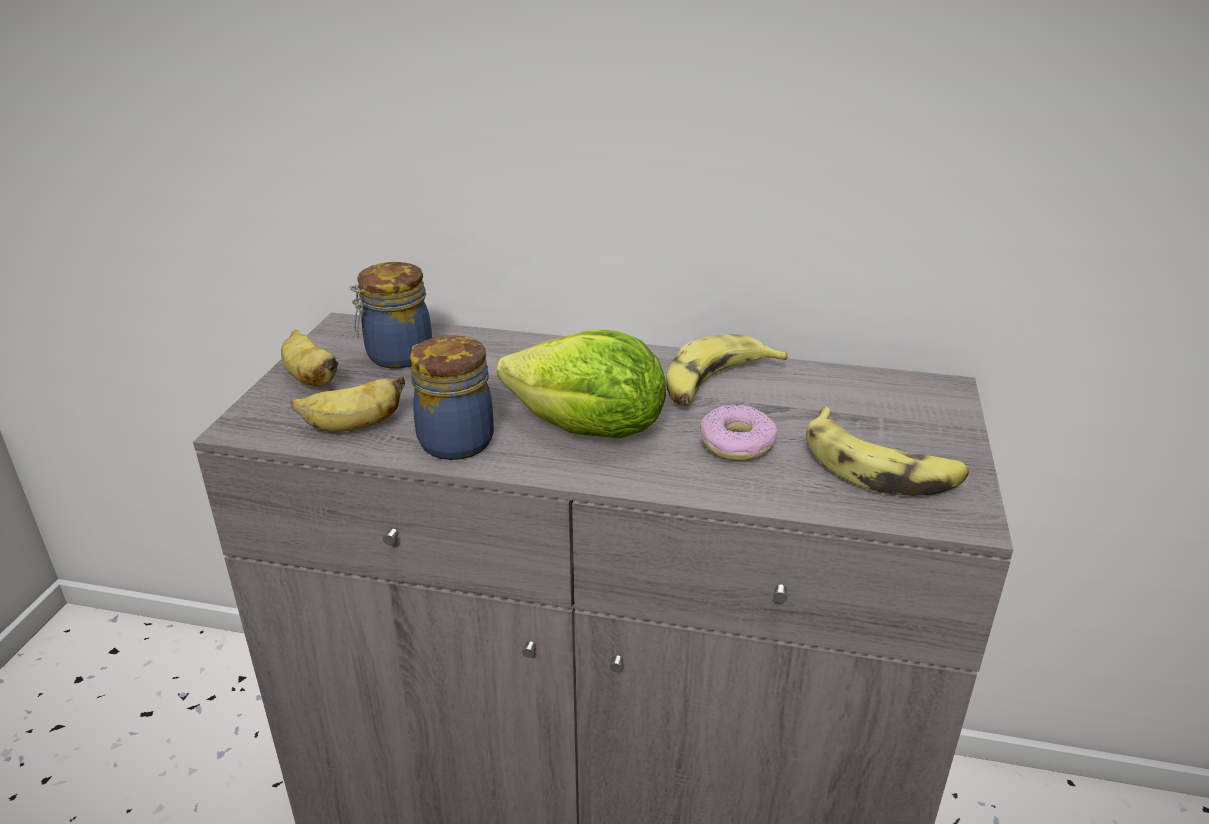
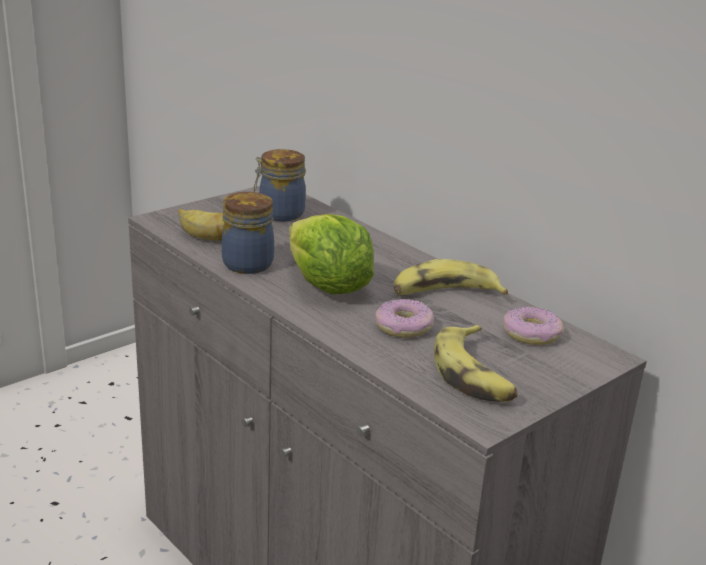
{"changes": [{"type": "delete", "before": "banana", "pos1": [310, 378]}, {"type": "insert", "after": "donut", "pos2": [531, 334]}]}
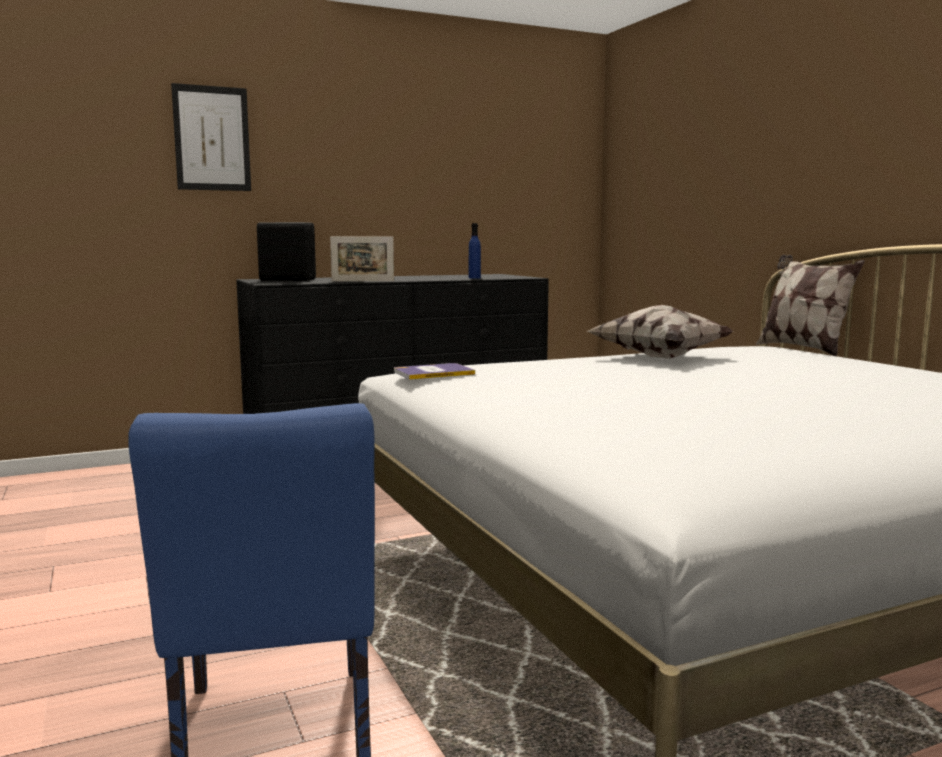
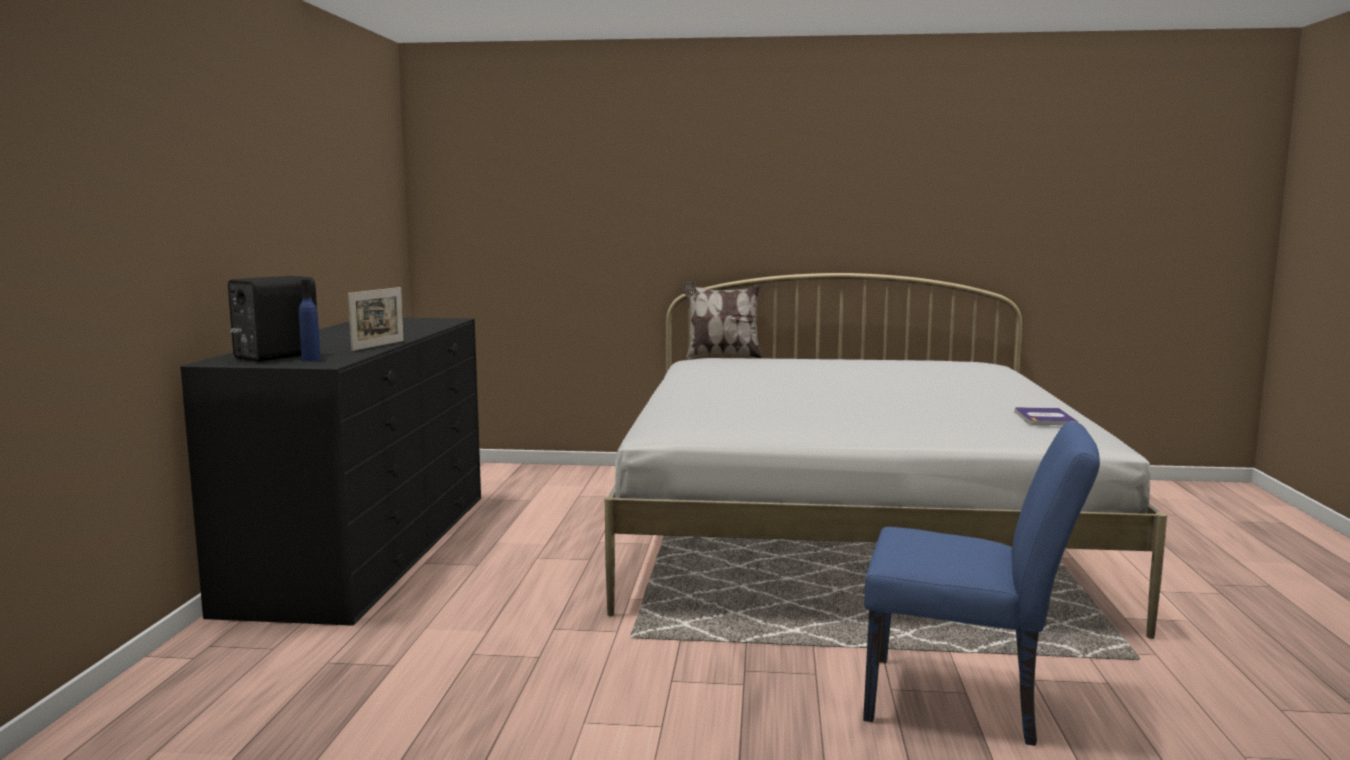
{"changes": [{"type": "delete", "before": "picture", "pos1": [212, 138]}, {"type": "delete", "before": "pillow", "pos1": [659, 356]}, {"type": "move", "before": "book", "pos1": [433, 373], "pos2": [1044, 418]}, {"type": "move", "before": "blue_bottle", "pos1": [474, 278], "pos2": [311, 359]}]}
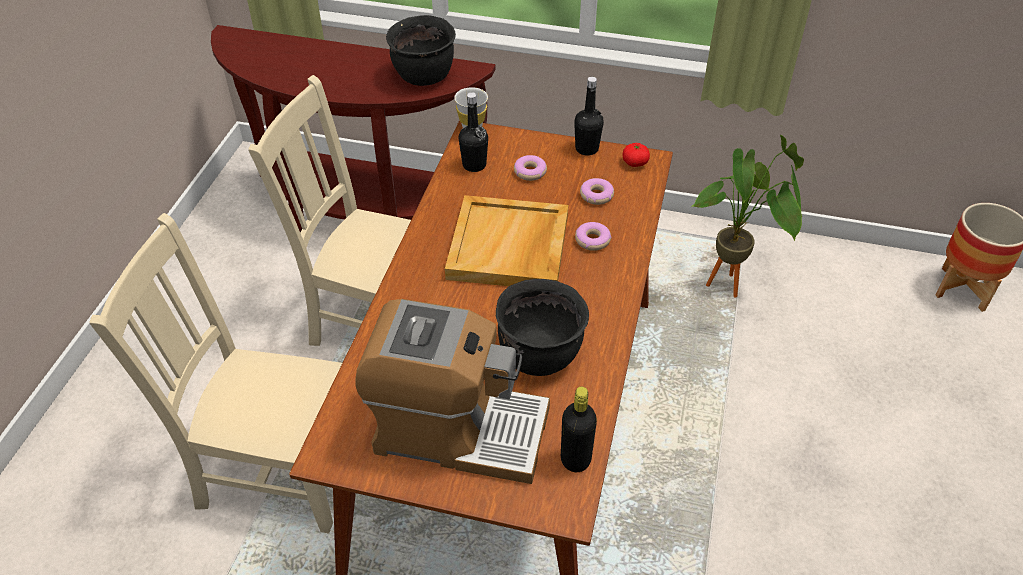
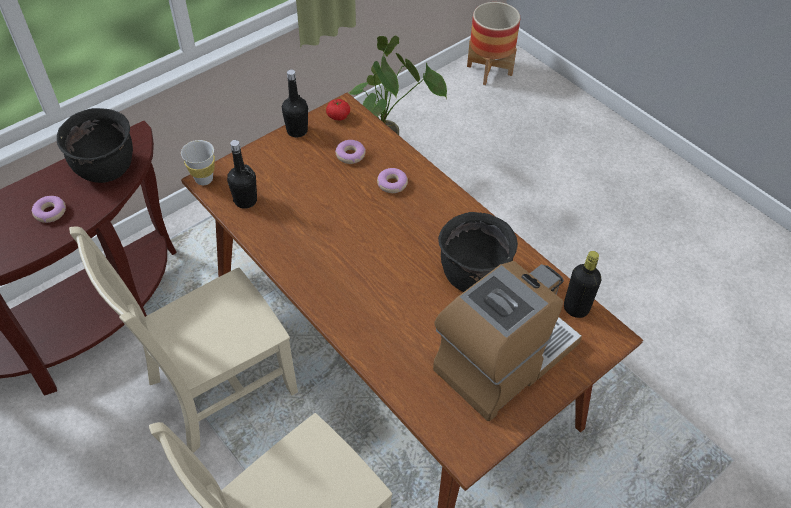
{"changes": [{"type": "delete", "before": "beige_tray", "pos1": [509, 247]}, {"type": "move", "before": "donut", "pos1": [530, 172], "pos2": [50, 212]}]}
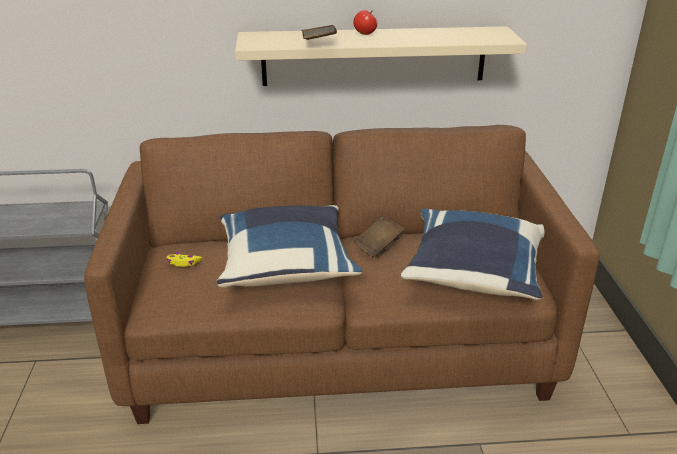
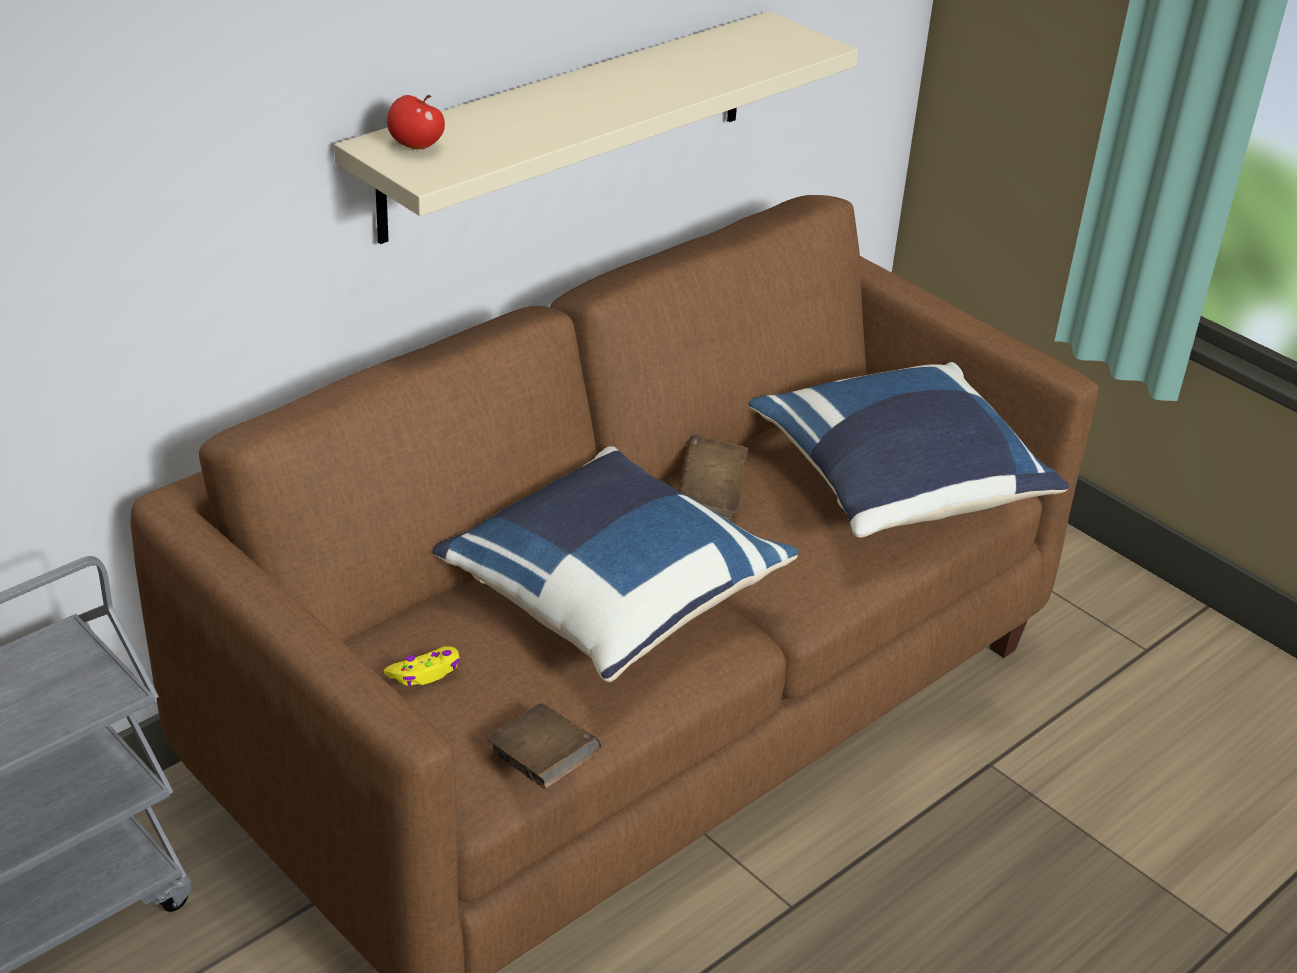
{"changes": [{"type": "move", "before": "brown_book", "pos1": [319, 45], "pos2": [542, 764]}, {"type": "move", "before": "apple", "pos1": [365, 34], "pos2": [415, 146]}]}
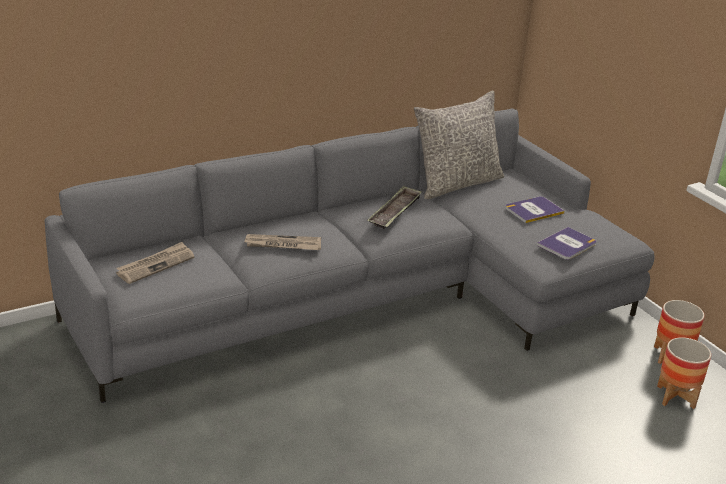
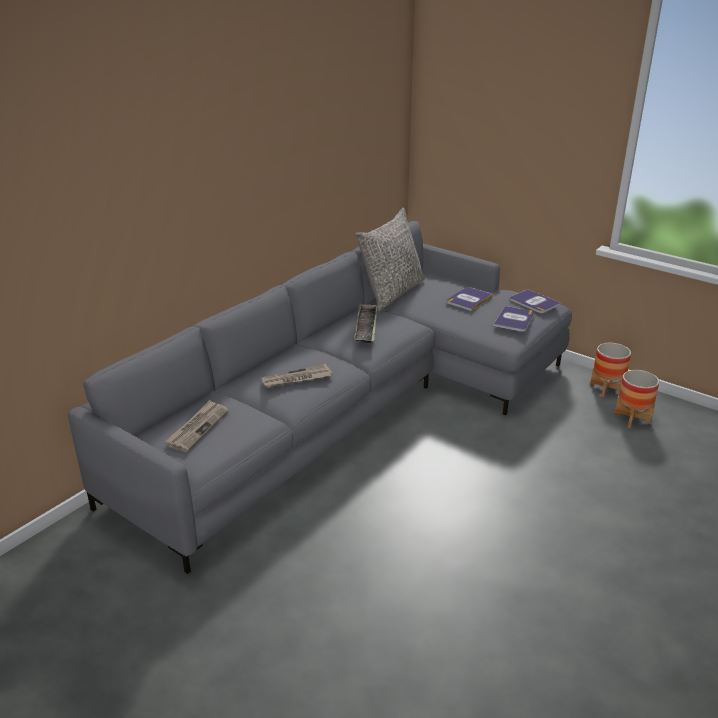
{"changes": [{"type": "insert", "after": "book", "pos2": [534, 302]}]}
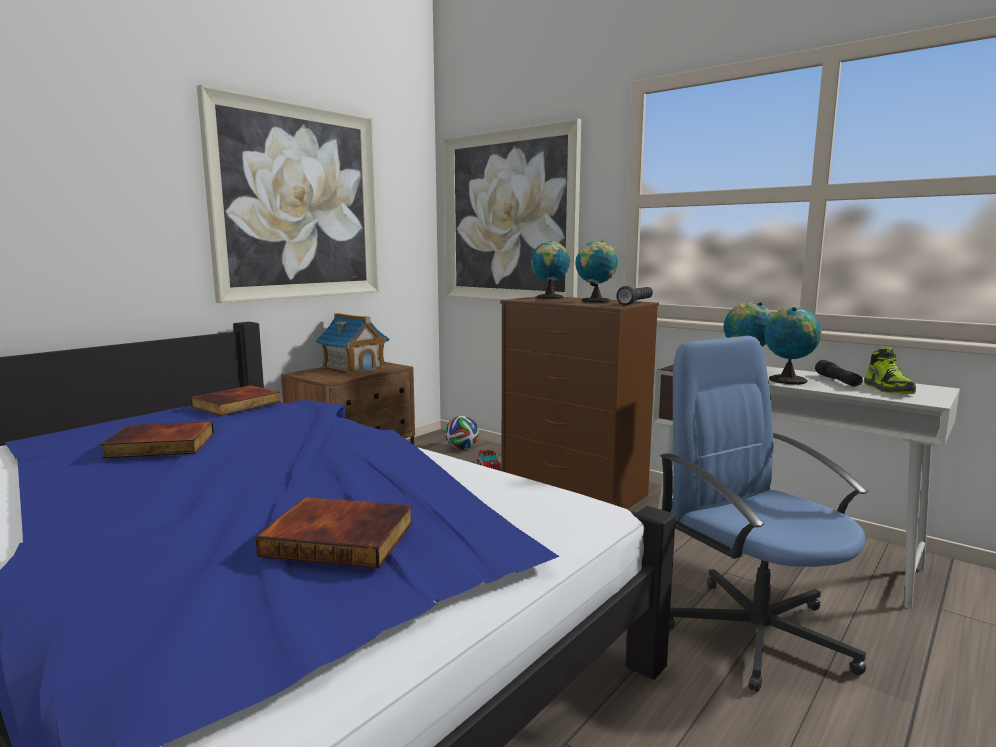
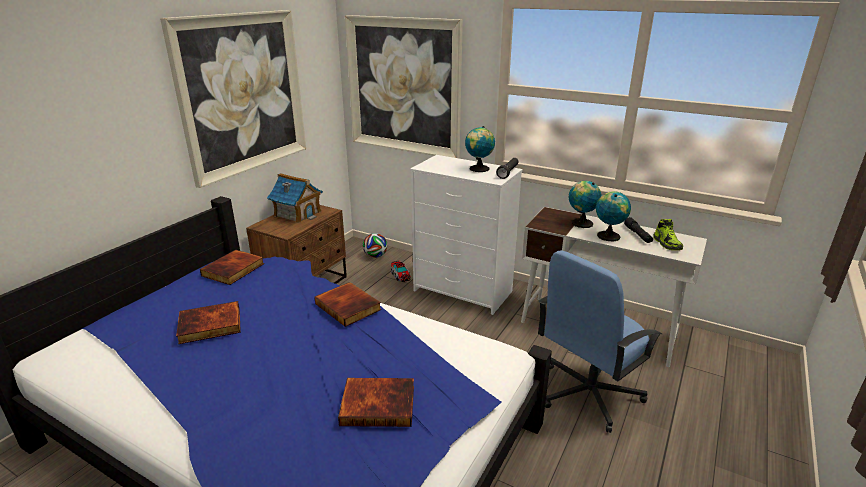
{"changes": [{"type": "delete", "before": "globe", "pos1": [550, 297]}, {"type": "insert", "after": "book", "pos2": [349, 306]}, {"type": "recolor", "before": "brown_dresser", "after": "white_dresser", "pos1": [574, 490], "pos2": [463, 291]}, {"type": "rotate", "before": "blue_office_chair", "pos1": [756, 631], "pos2": [588, 393], "turn": -90}]}
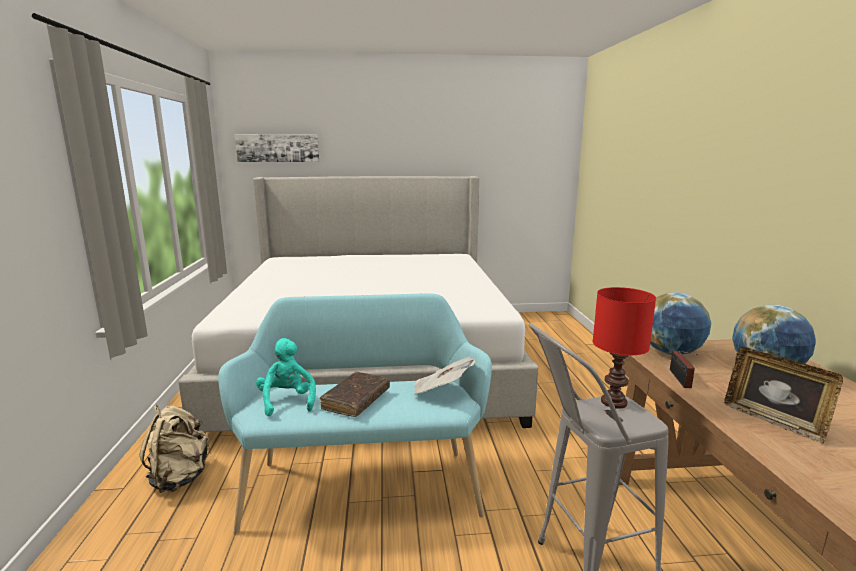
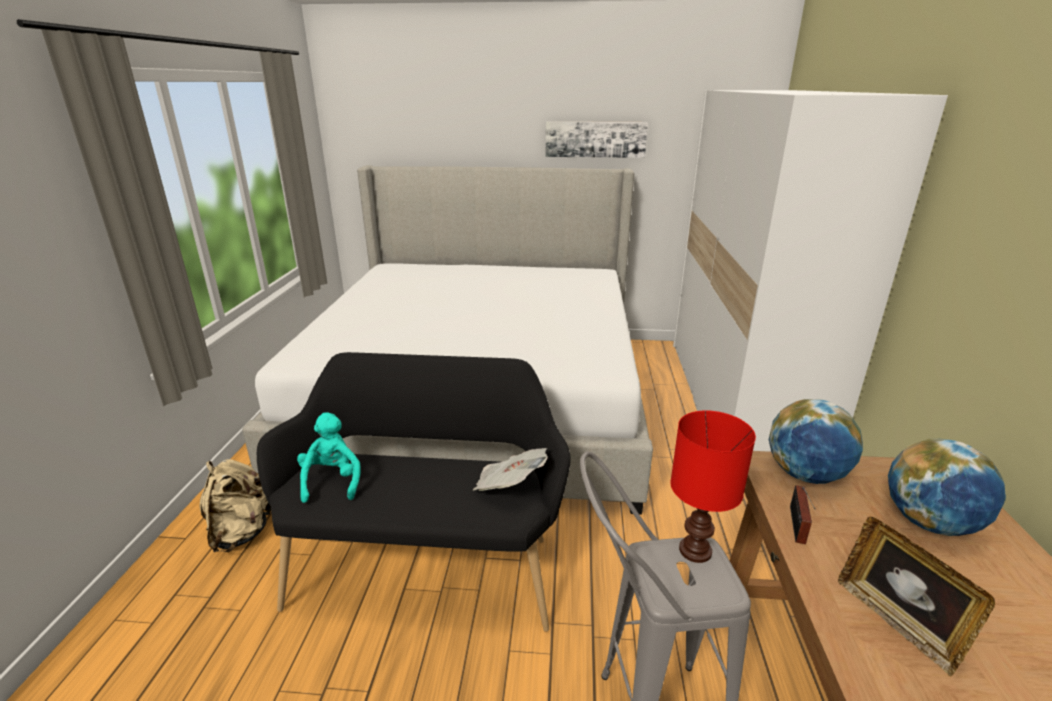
{"changes": [{"type": "delete", "before": "brown_book", "pos1": [356, 400]}, {"type": "insert", "after": "white_wardrobe", "pos2": [735, 405]}, {"type": "move", "before": "picture", "pos1": [278, 148], "pos2": [595, 139]}, {"type": "recolor", "before": "turquoise_bench", "after": "black_bench", "pos1": [364, 482], "pos2": [428, 564]}]}
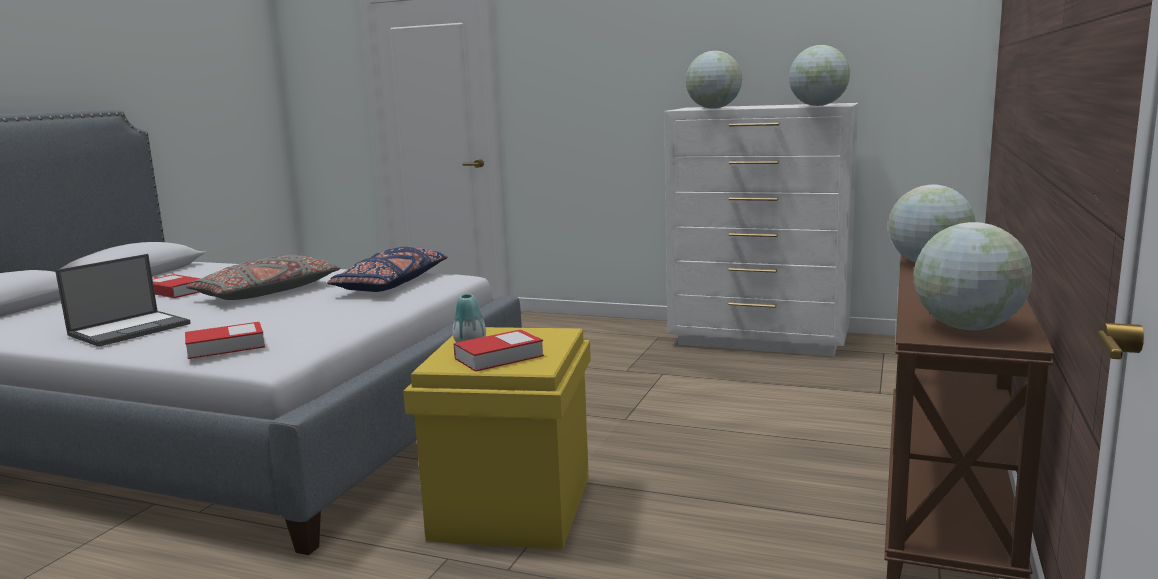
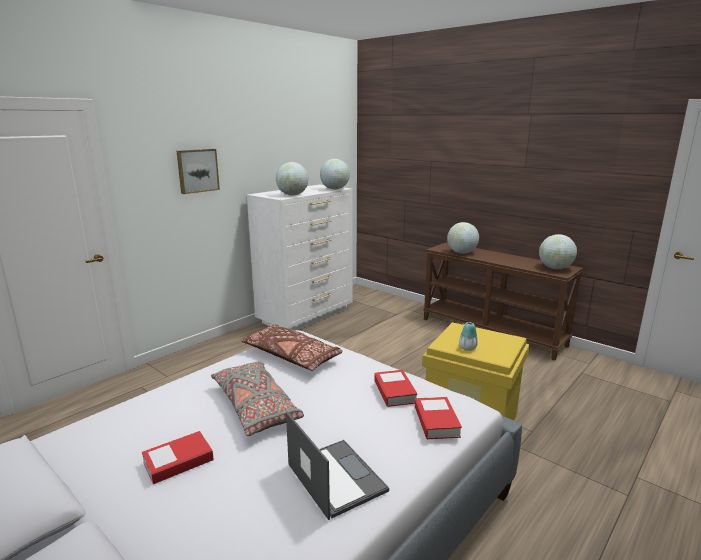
{"changes": [{"type": "insert", "after": "picture", "pos2": [197, 170]}, {"type": "move", "before": "book", "pos1": [499, 357], "pos2": [394, 392]}, {"type": "recolor", "before": "blue_pillow", "after": "brown_pillow", "pos1": [391, 284], "pos2": [292, 357]}]}
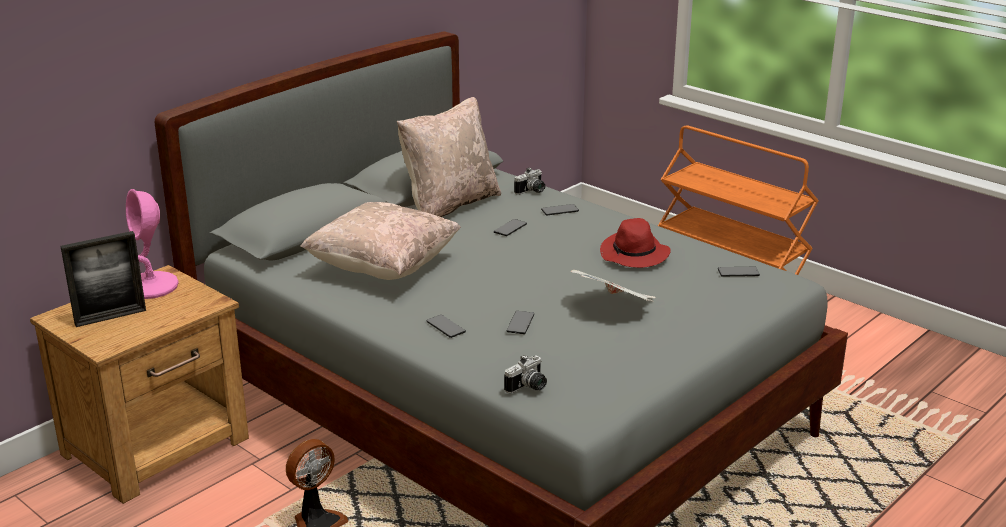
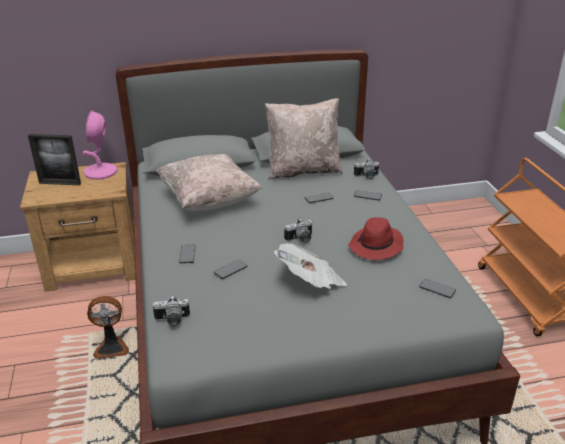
{"changes": [{"type": "insert", "after": "photo_camera", "pos2": [300, 239]}]}
